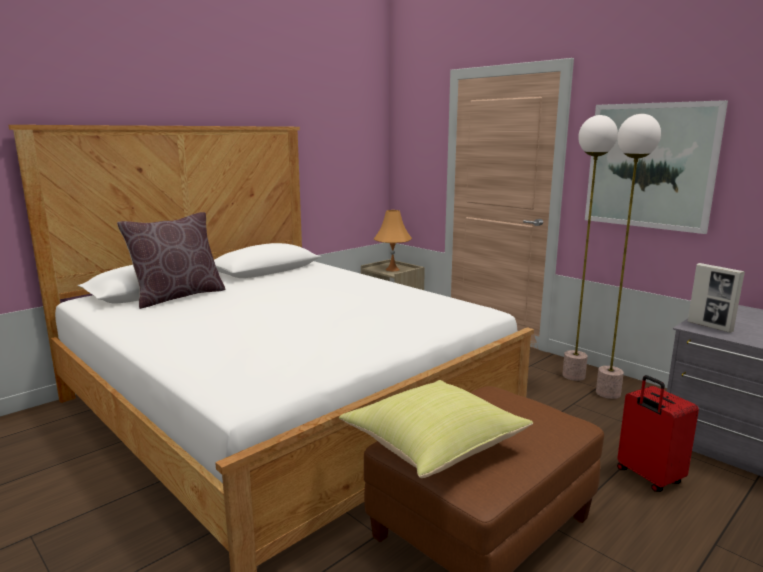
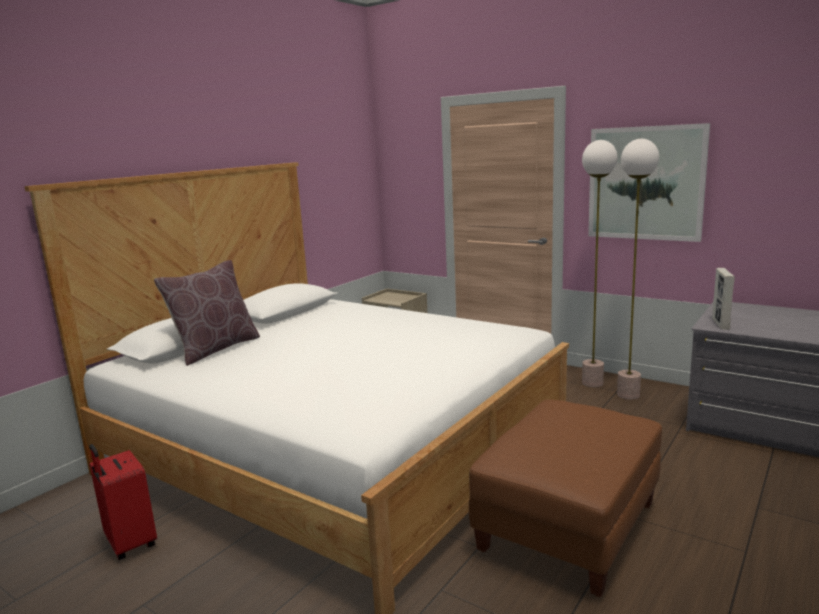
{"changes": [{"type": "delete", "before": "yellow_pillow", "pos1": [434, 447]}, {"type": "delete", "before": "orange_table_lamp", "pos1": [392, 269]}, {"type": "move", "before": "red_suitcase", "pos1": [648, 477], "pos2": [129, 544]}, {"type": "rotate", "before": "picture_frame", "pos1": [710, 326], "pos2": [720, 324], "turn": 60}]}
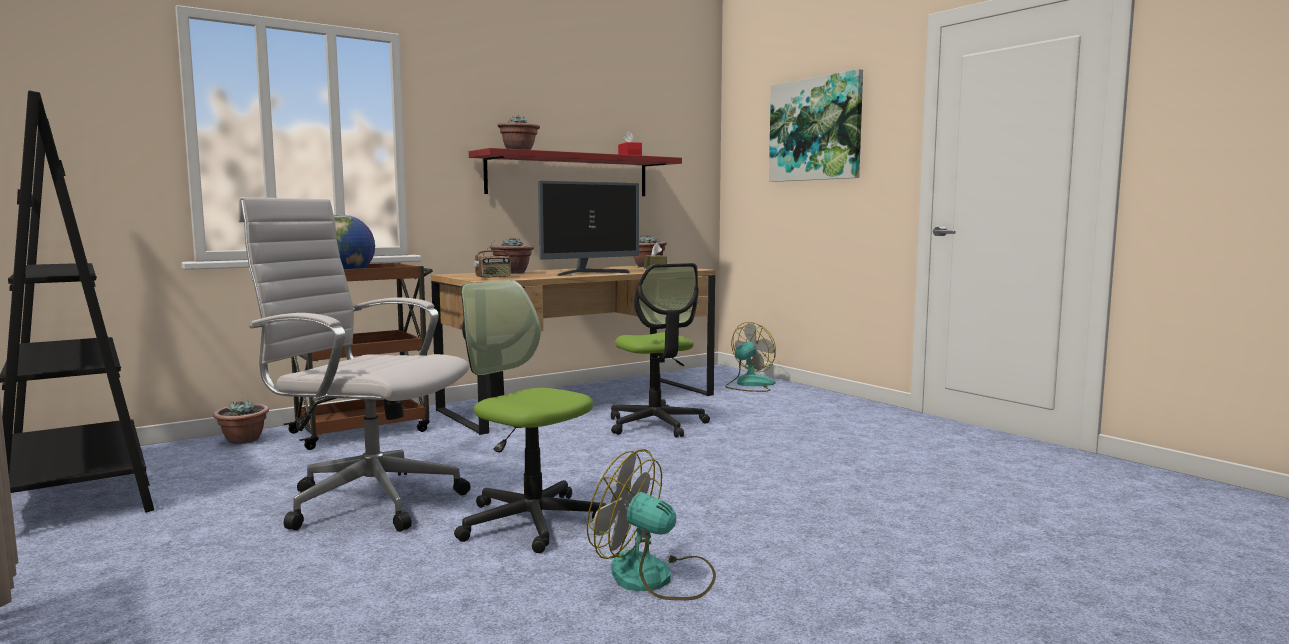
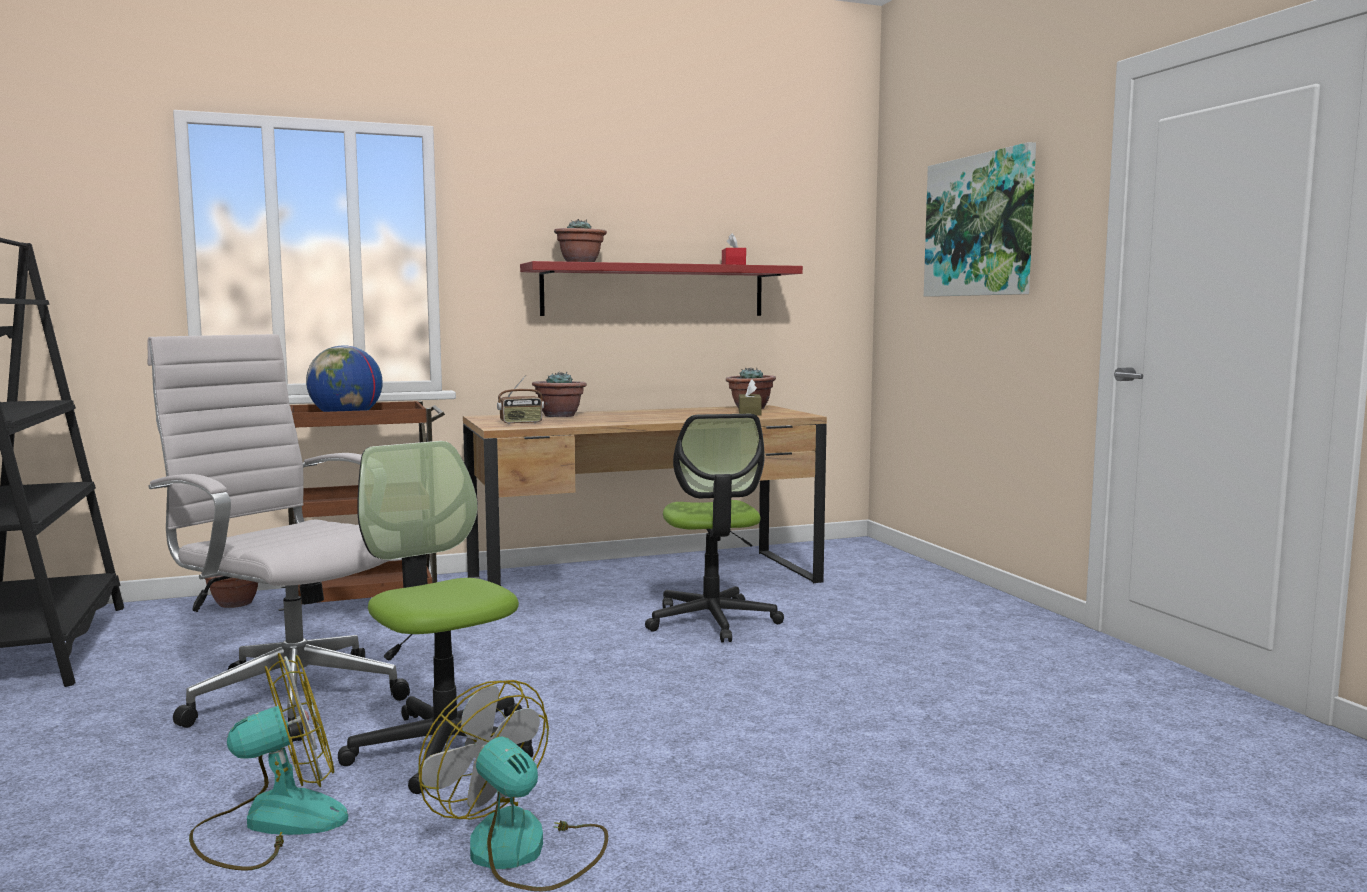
{"changes": [{"type": "delete", "before": "monitor", "pos1": [589, 273]}, {"type": "move", "before": "fan", "pos1": [749, 385], "pos2": [270, 823]}]}
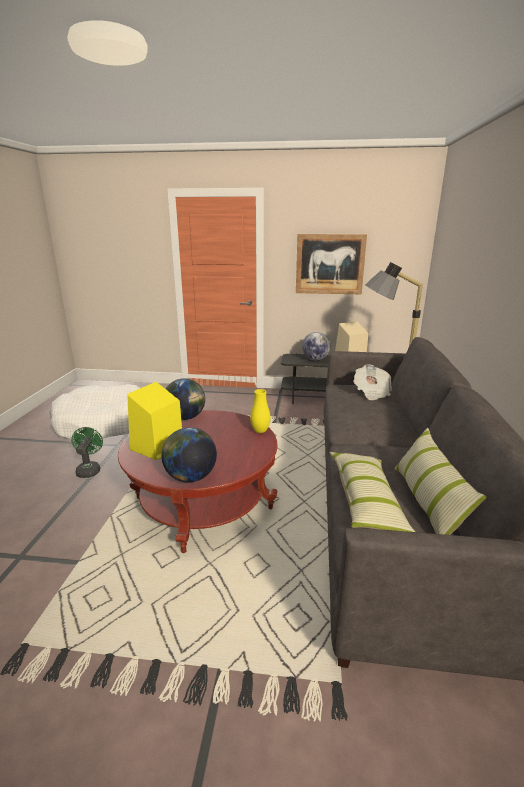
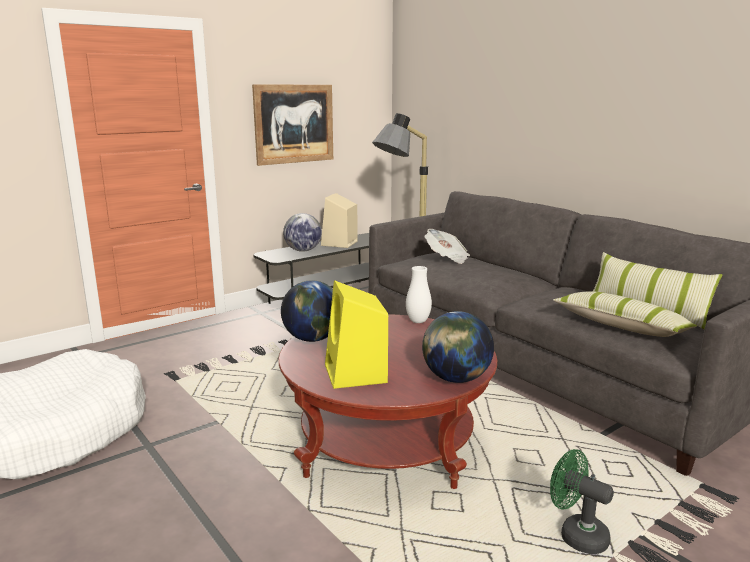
{"changes": [{"type": "move", "before": "green_fan", "pos1": [89, 469], "pos2": [576, 534]}, {"type": "recolor", "before": "yellow_vase", "after": "white_vase", "pos1": [260, 431], "pos2": [418, 321]}]}
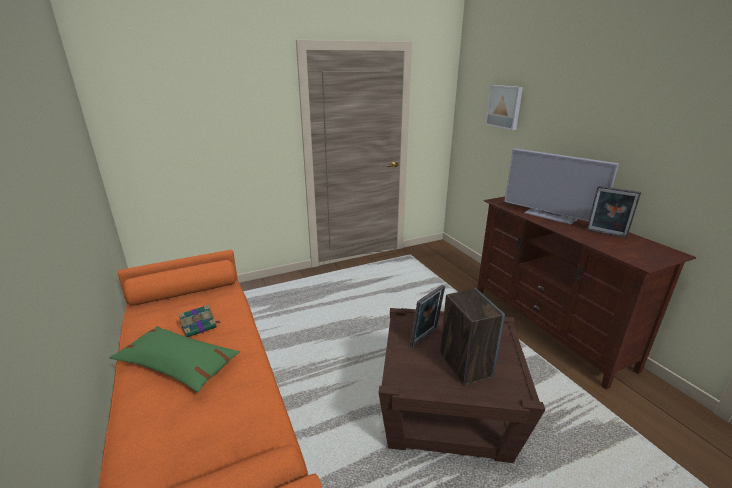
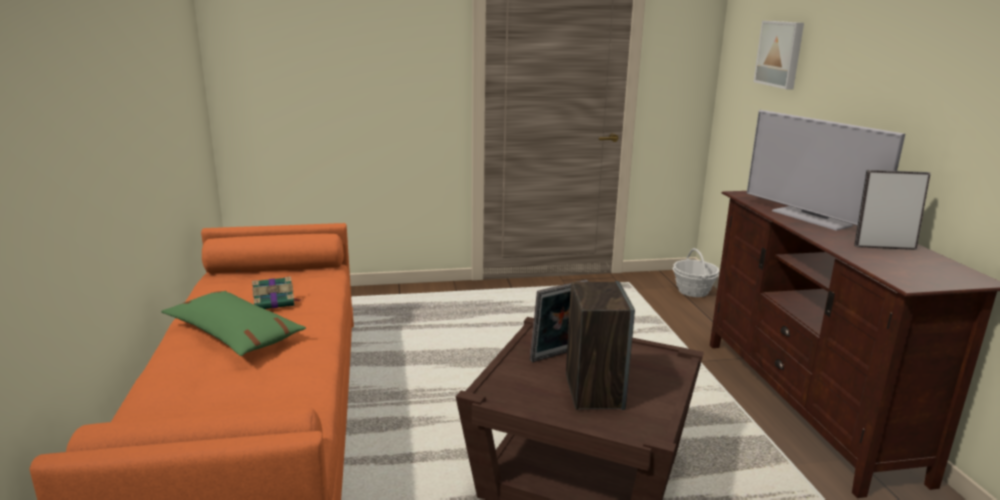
{"changes": [{"type": "insert", "after": "basket", "pos2": [693, 291]}, {"type": "rotate", "before": "picture_frame", "pos1": [606, 234], "pos2": [883, 246], "turn": 135}]}
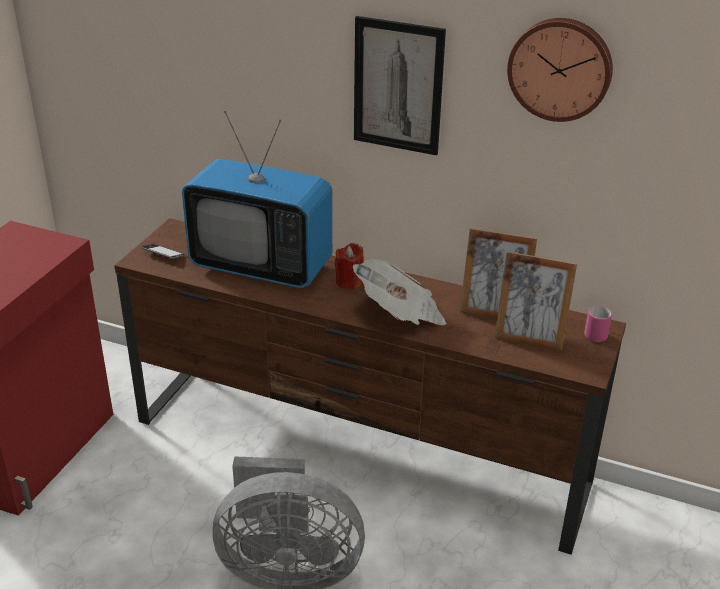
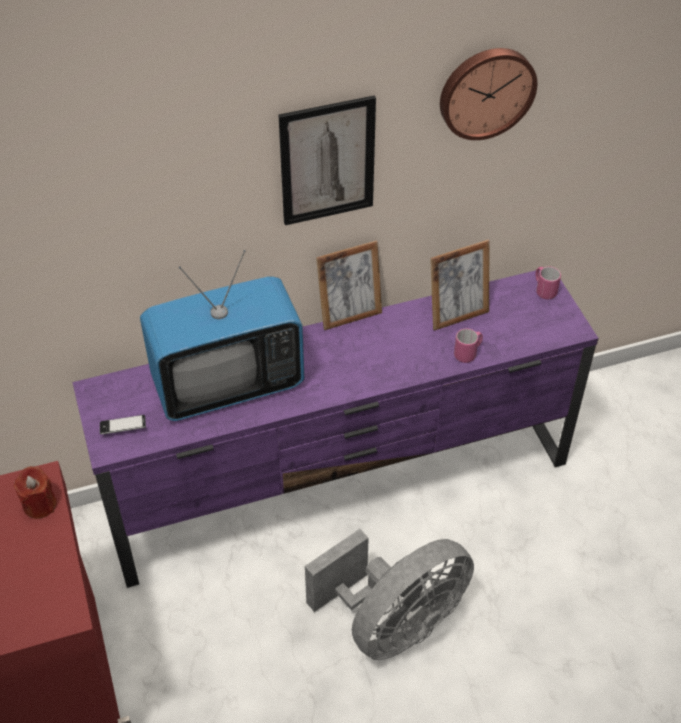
{"changes": [{"type": "delete", "before": "newspaper", "pos1": [400, 314]}, {"type": "insert", "after": "pink_mug", "pos2": [468, 353]}, {"type": "move", "before": "red_candle", "pos1": [349, 282], "pos2": [39, 504]}, {"type": "move", "before": "picture_frame", "pos1": [529, 338], "pos2": [349, 315]}, {"type": "recolor", "before": "brown_tv_stand", "after": "purple_tv_stand", "pos1": [359, 452], "pos2": [342, 485]}]}
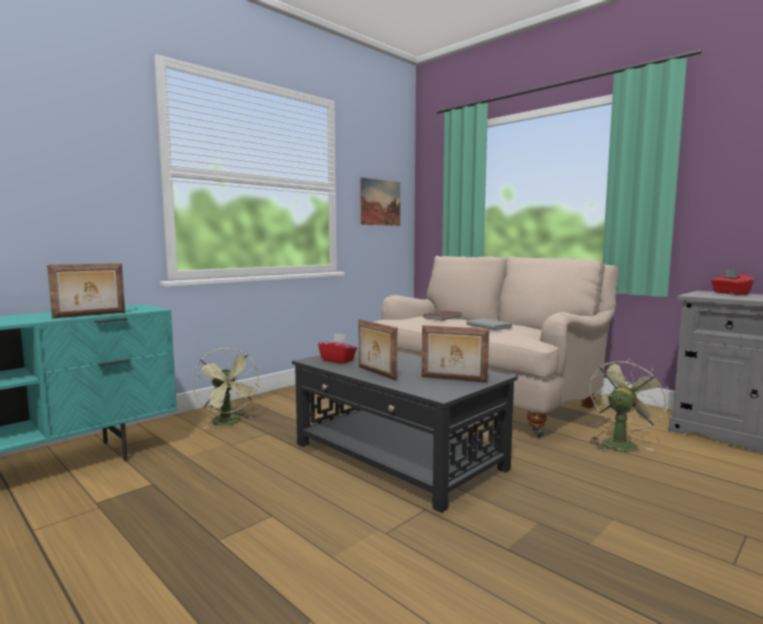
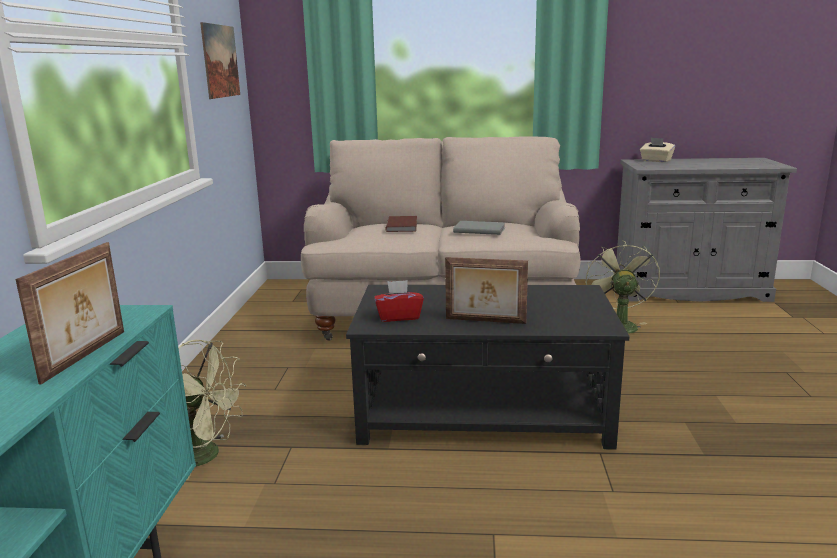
{"changes": [{"type": "delete", "before": "picture_frame", "pos1": [453, 379]}, {"type": "recolor", "before": "red_tissue_box", "after": "beige_tissue_box", "pos1": [730, 293], "pos2": [656, 161]}]}
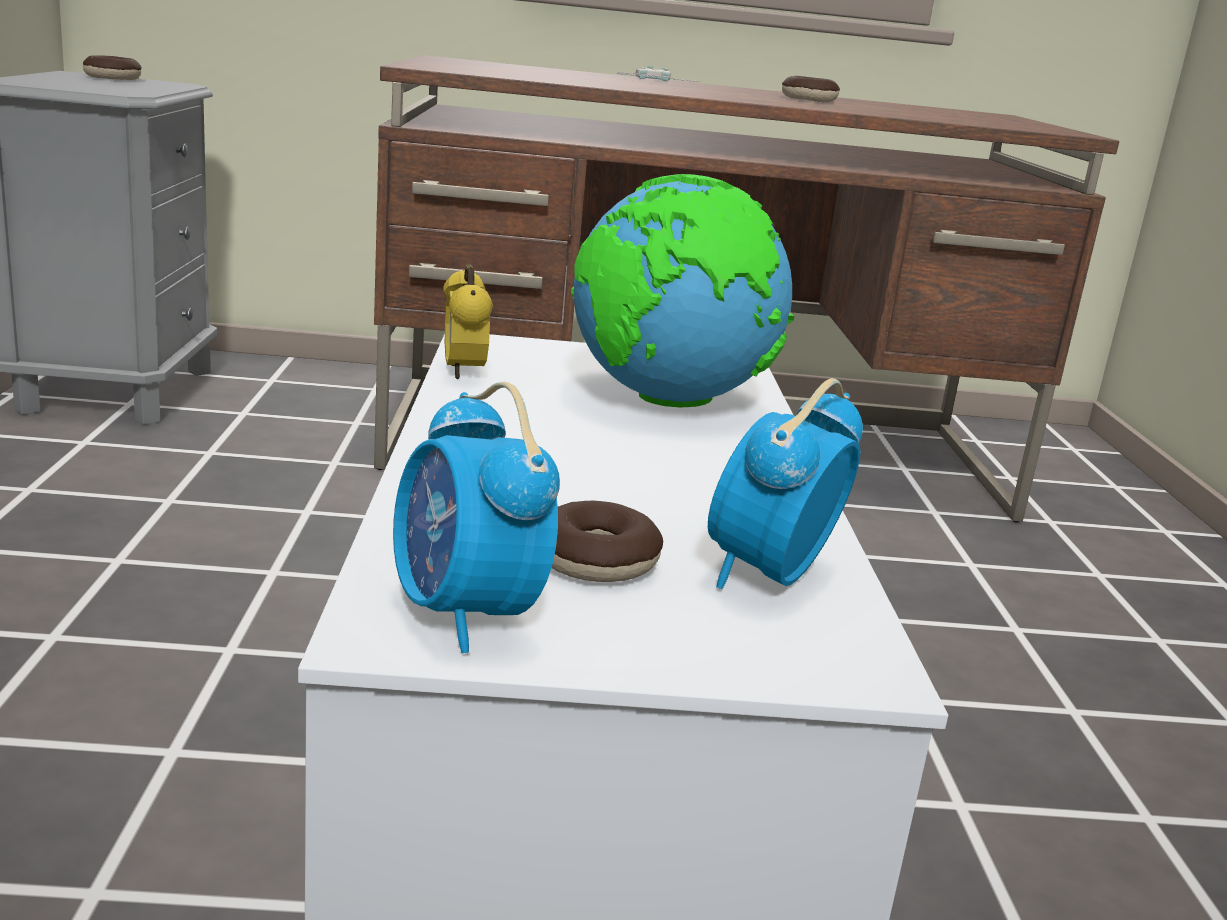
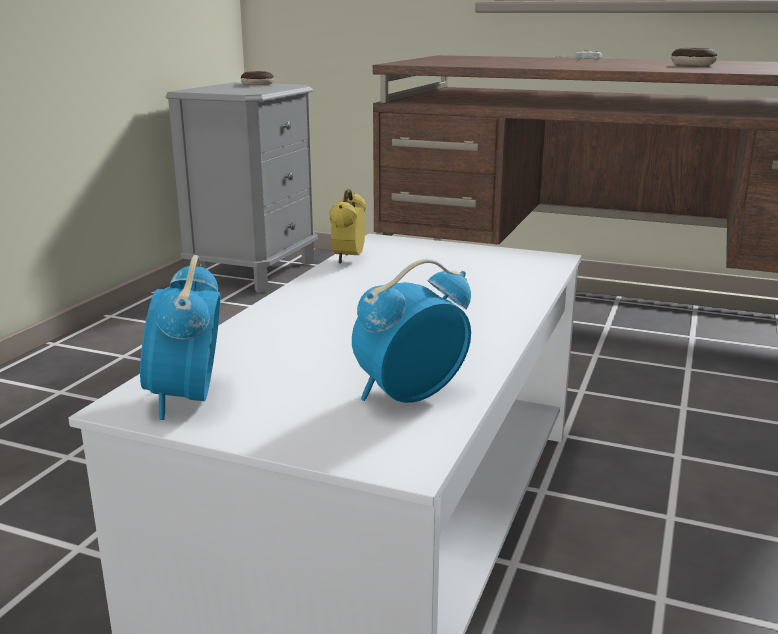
{"changes": [{"type": "delete", "before": "donut", "pos1": [596, 561]}, {"type": "delete", "before": "globe", "pos1": [668, 402]}]}
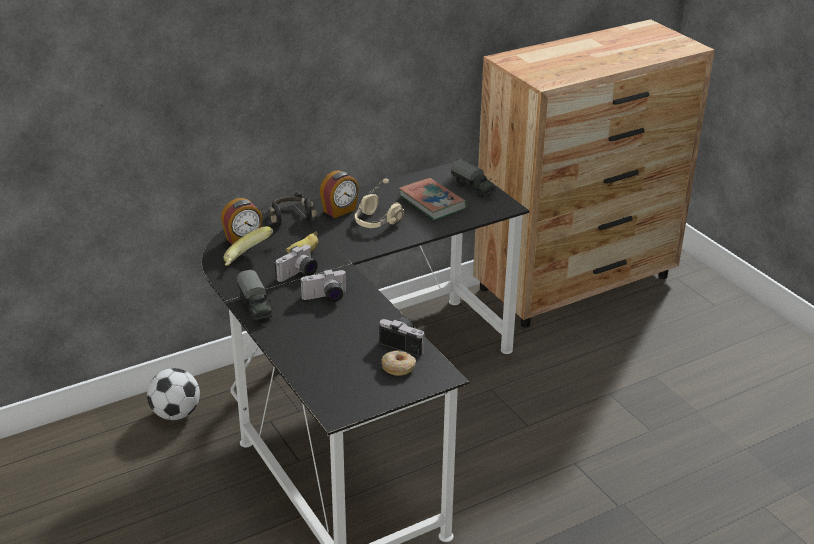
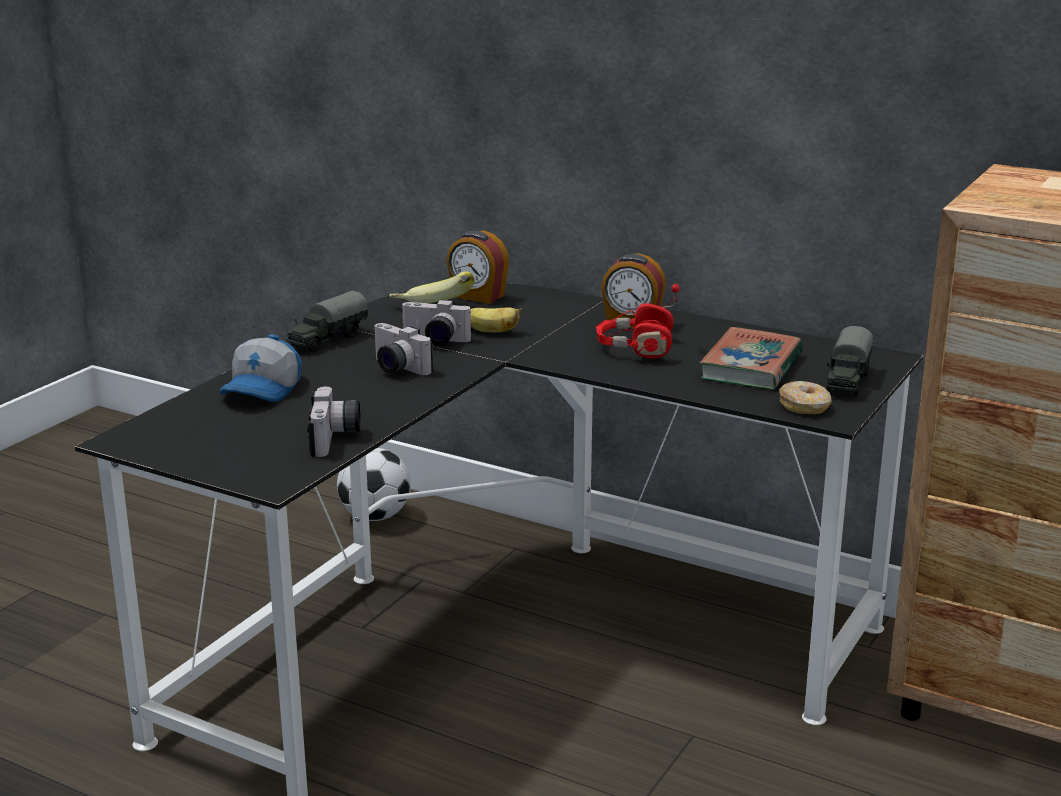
{"changes": [{"type": "delete", "before": "black_headphones", "pos1": [291, 217]}, {"type": "insert", "after": "cap", "pos2": [264, 390]}, {"type": "move", "before": "donut", "pos1": [398, 367], "pos2": [805, 406]}, {"type": "recolor", "before": "beige_headphones", "after": "red_headphones", "pos1": [376, 222], "pos2": [636, 348]}]}
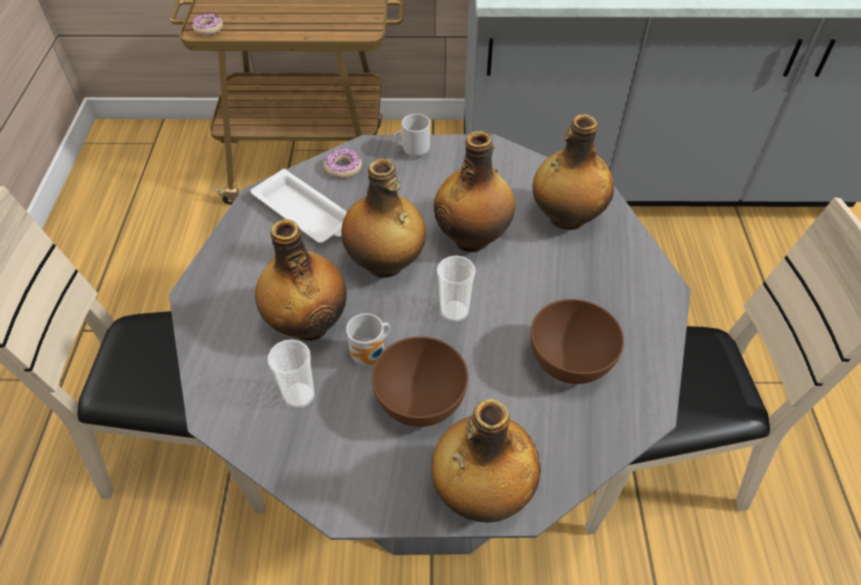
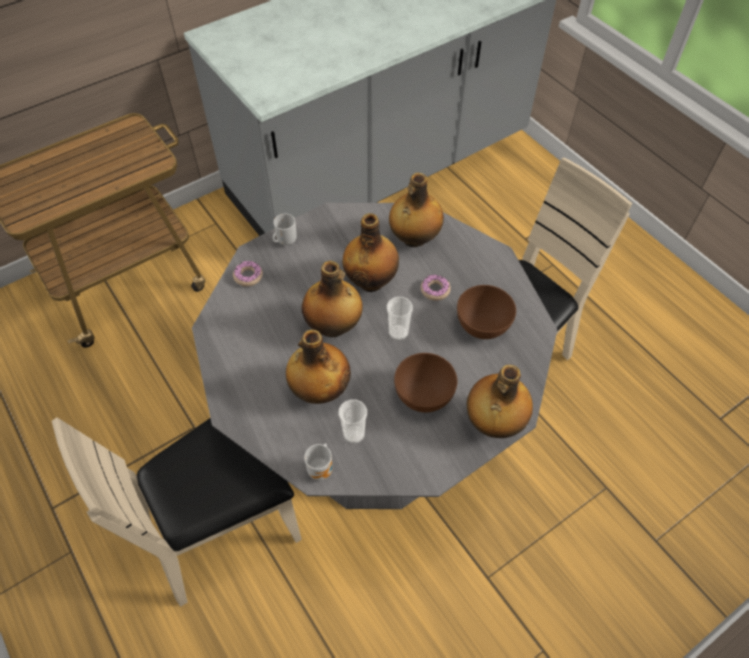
{"changes": [{"type": "delete", "before": "white_tray", "pos1": [304, 213]}, {"type": "move", "before": "donut", "pos1": [208, 28], "pos2": [435, 290]}, {"type": "move", "before": "mug", "pos1": [371, 355], "pos2": [322, 469]}]}
